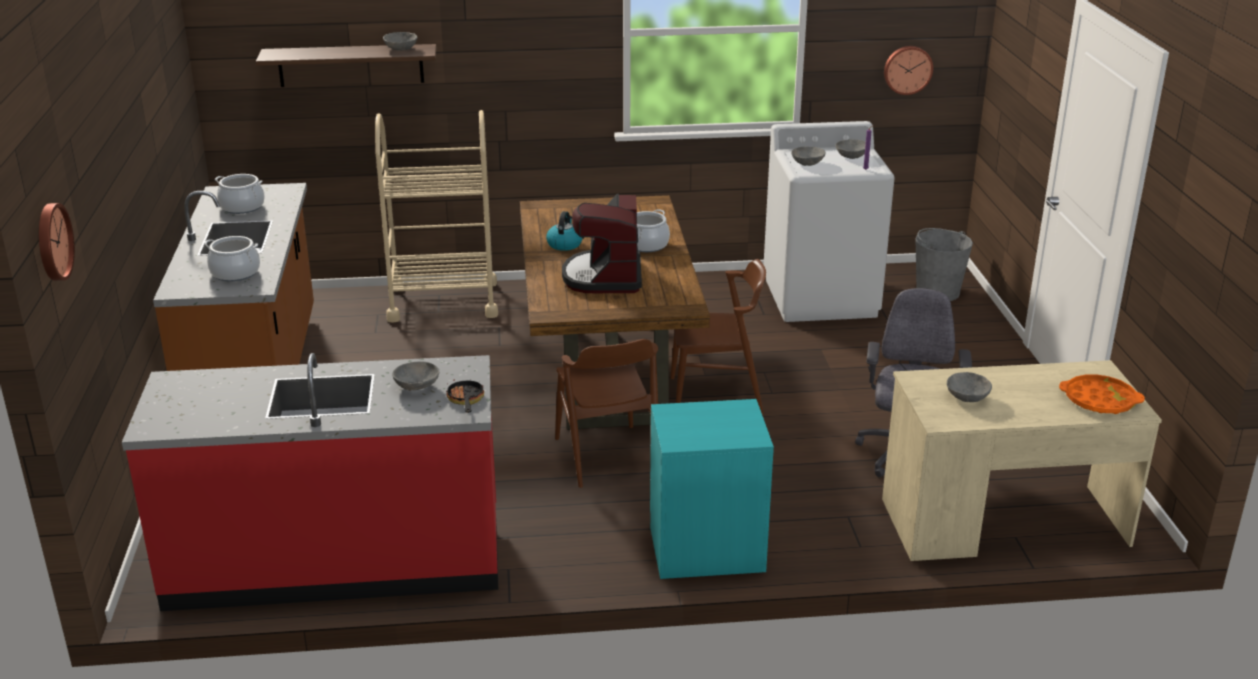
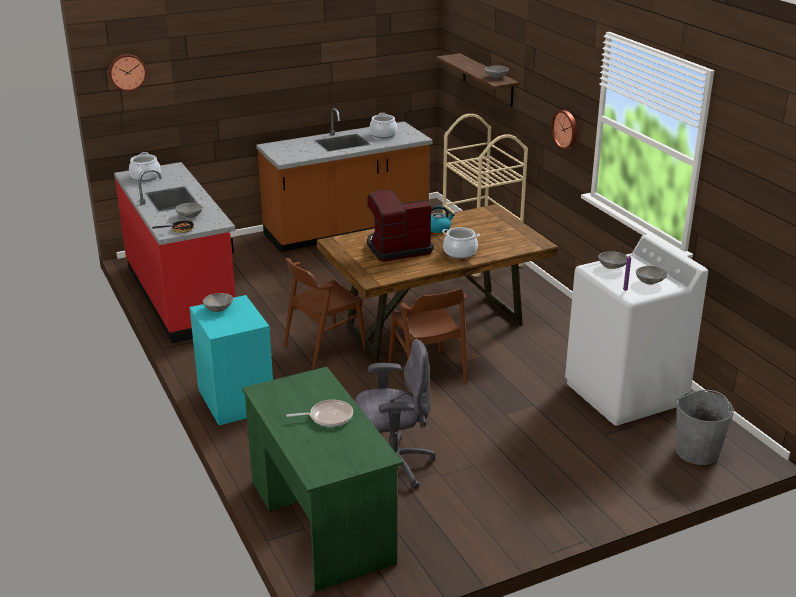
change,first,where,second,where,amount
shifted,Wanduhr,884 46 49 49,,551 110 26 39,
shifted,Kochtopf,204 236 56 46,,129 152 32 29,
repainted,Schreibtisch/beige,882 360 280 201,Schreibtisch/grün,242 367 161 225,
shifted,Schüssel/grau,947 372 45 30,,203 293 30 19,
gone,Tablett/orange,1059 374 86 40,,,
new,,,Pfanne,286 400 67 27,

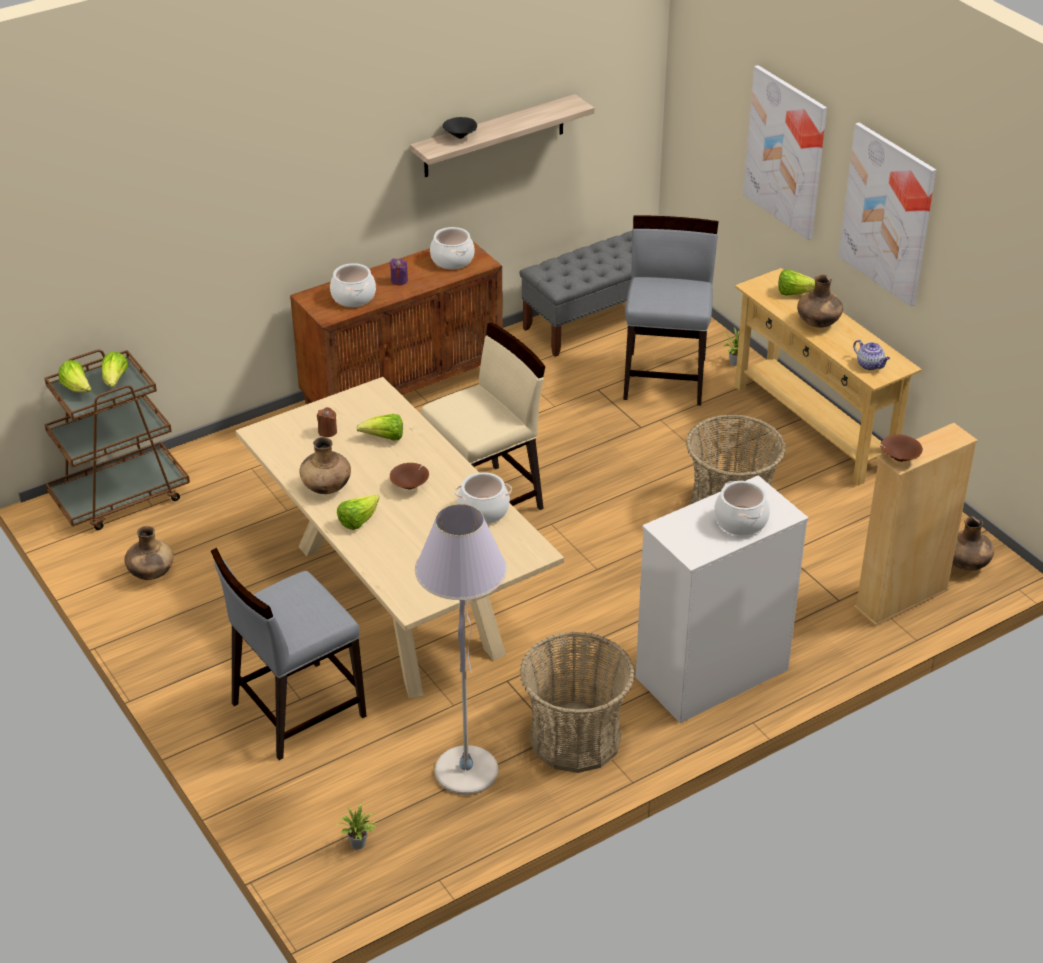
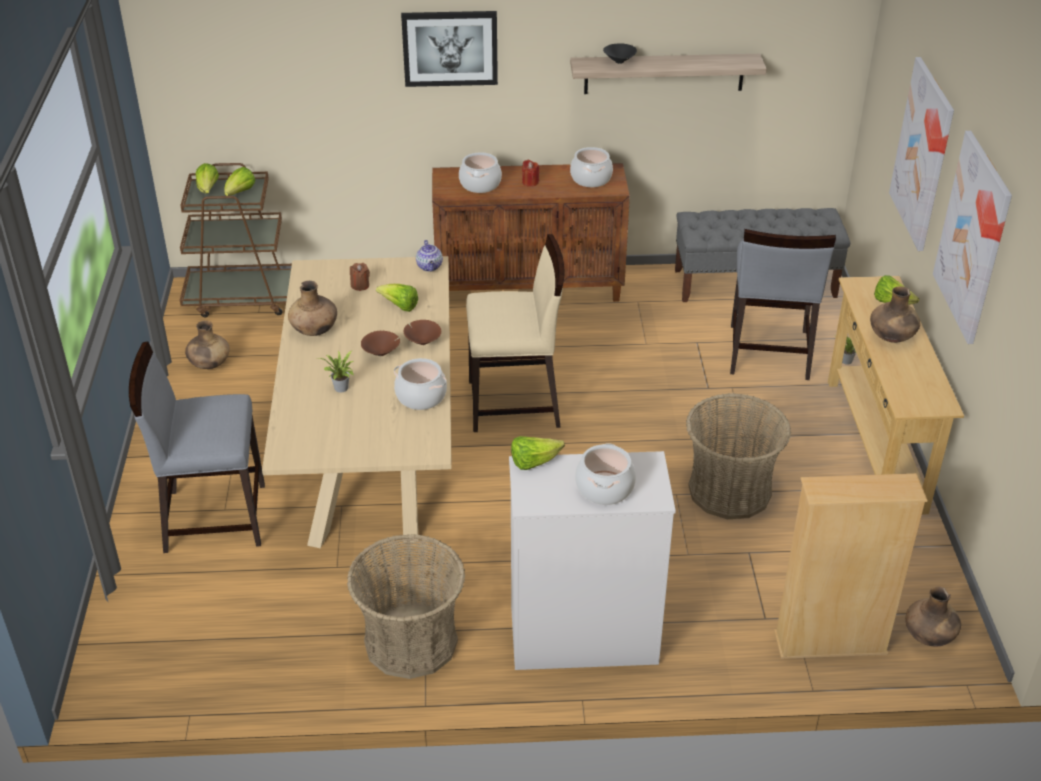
change,first,where,second,where,amount
rotated,Stuhl/grau,623 216 96 190,,730 229 106 151,150 degrees clockwise
repainted,Kerze/lila,390 258 18 28,Kerze/rot,522 160 17 27,
shifted,Teekanne,853 340 37 30,,416 240 27 32,
shifted,Schüssel/braun,880 435 43 27,,403 320 38 25,
shifted,Salatkopf,337 494 42 36,,511 436 54 34,
gone,Stehlampe/grau,415 504 92 291,,,
shifted,Topfpflanze,336 802 42 48,,319 350 35 43,
new,,,Bild,401 11 97 76,

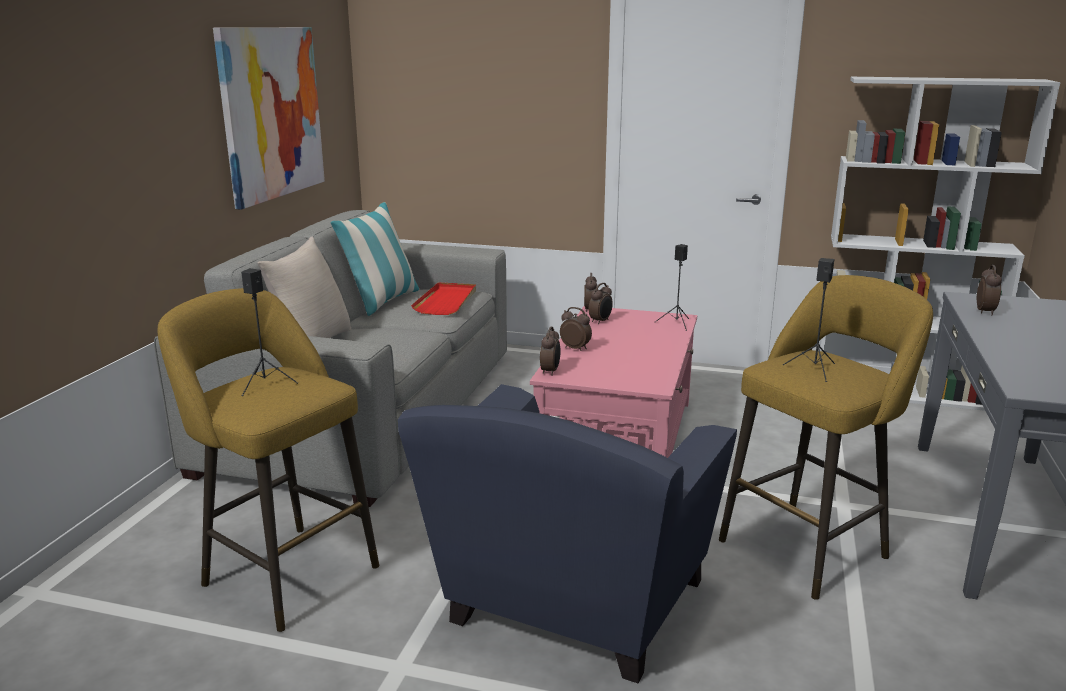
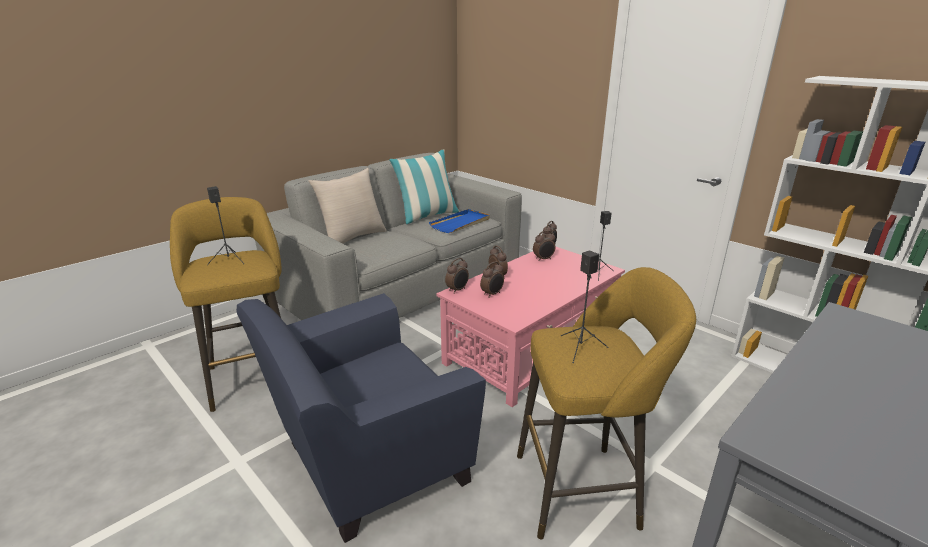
change,first,where,second,where,amount
gone,Bild,213 27 112 183,,,
shifted,Wecker,977 265 25 51,,480 262 24 36,
repainted,Tablett/rot,411 282 65 33,Tablett/blau,429 209 61 24,

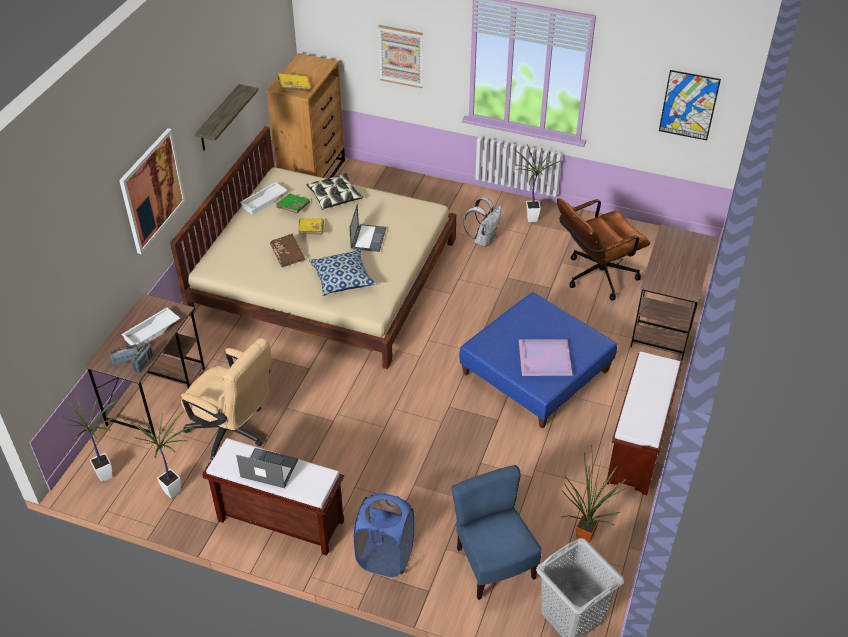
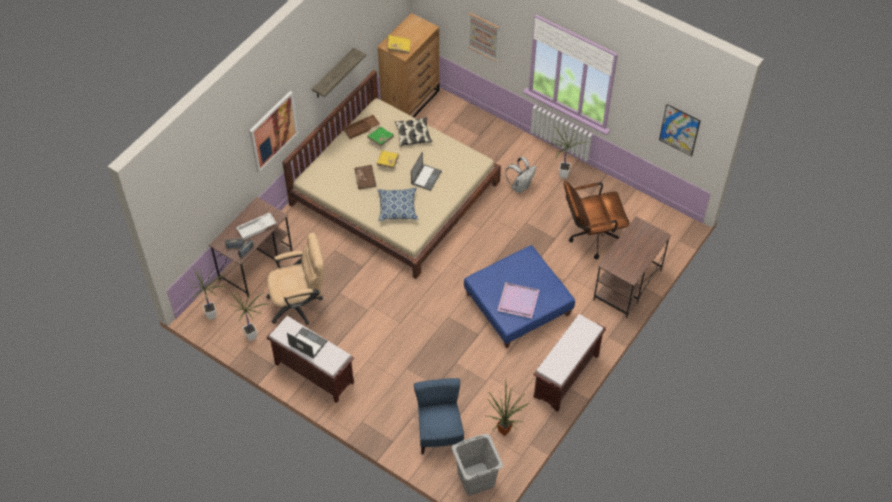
change,first,where,second,where,amount
repainted,Tablett/weiß,240 182 48 33,Tablett/braun,343 115 37 24,
rotated,Bürostuhl/beige,181 338 90 122,,266 233 59 92,60 degrees counterclockwise
gone,Wäschekorb/blau,354 493 60 84,,,

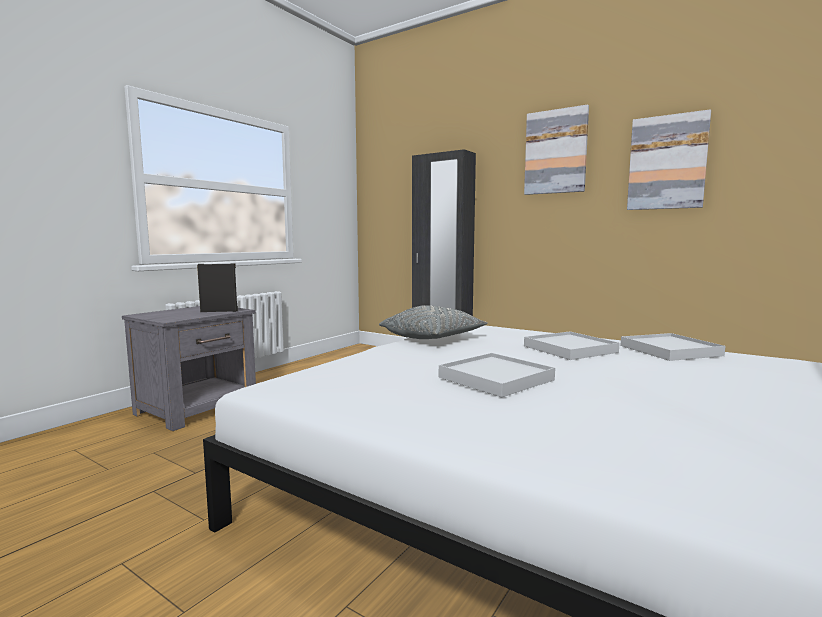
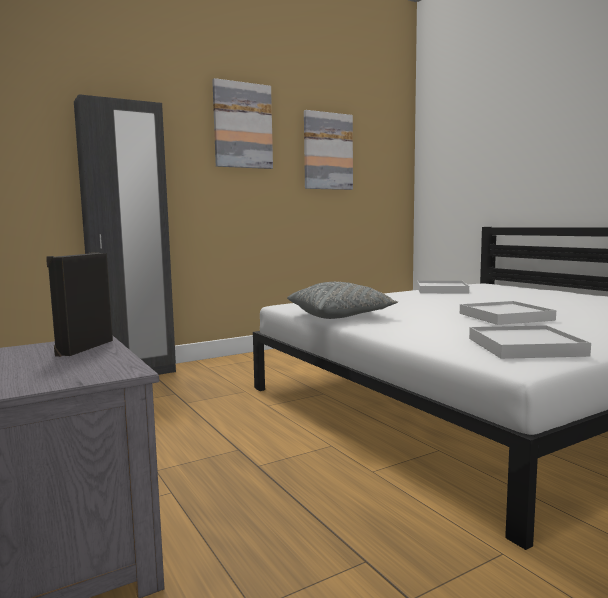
change,first,where,second,where,amount
shifted,Tablett/weiß,524 331 95 29,,469 325 122 34,

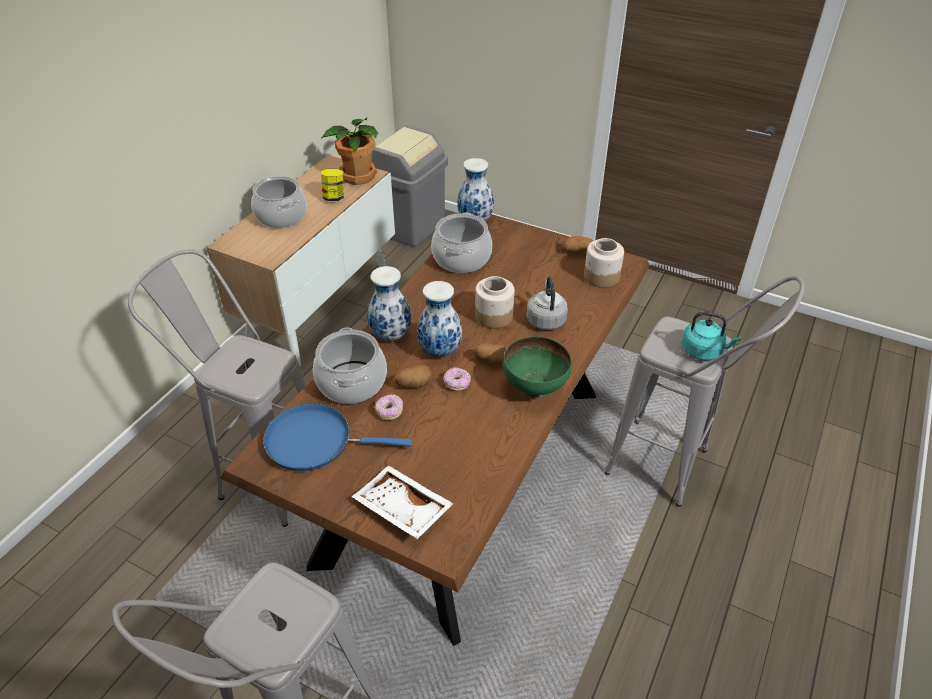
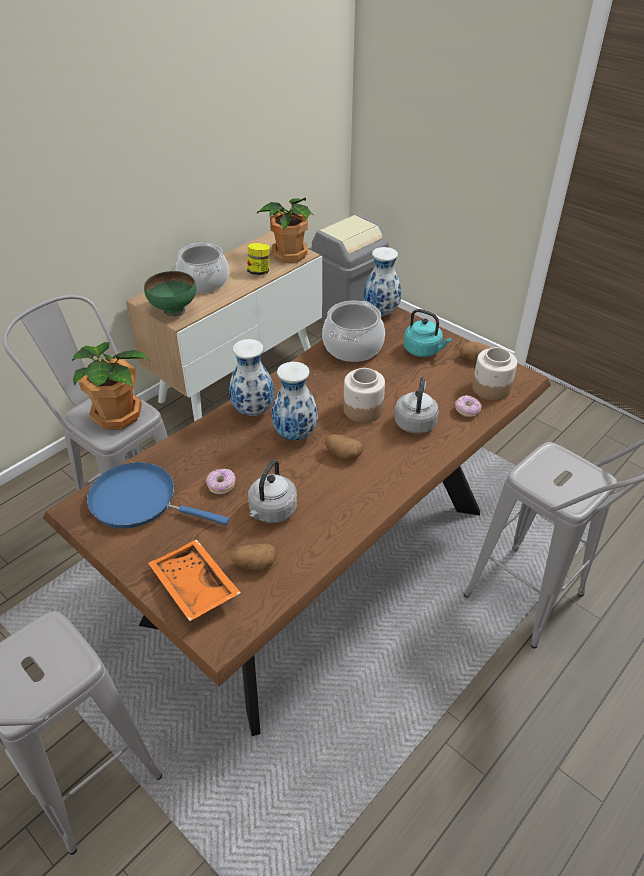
change,first,where,second,where,amount
shifted,Wasserkessel/türkis,682 312 59 48,,404 309 48 48,
gone,Kochtopf,313 328 74 76,,,
shifted,Schüssel/grün,503 336 69 62,,144 271 52 46,
shifted,Kartoffel,395 365 37 23,,231 544 46 26,
shifted,Donut,443 367 28 24,,455 395 27 22,
repainted,Tablett/weiß,352 466 102 73,Tablett/orange,148 539 93 82,
new,,,Topfpflanze,72 342 77 88,
new,,,Wasserkessel/grau,248 459 49 64,

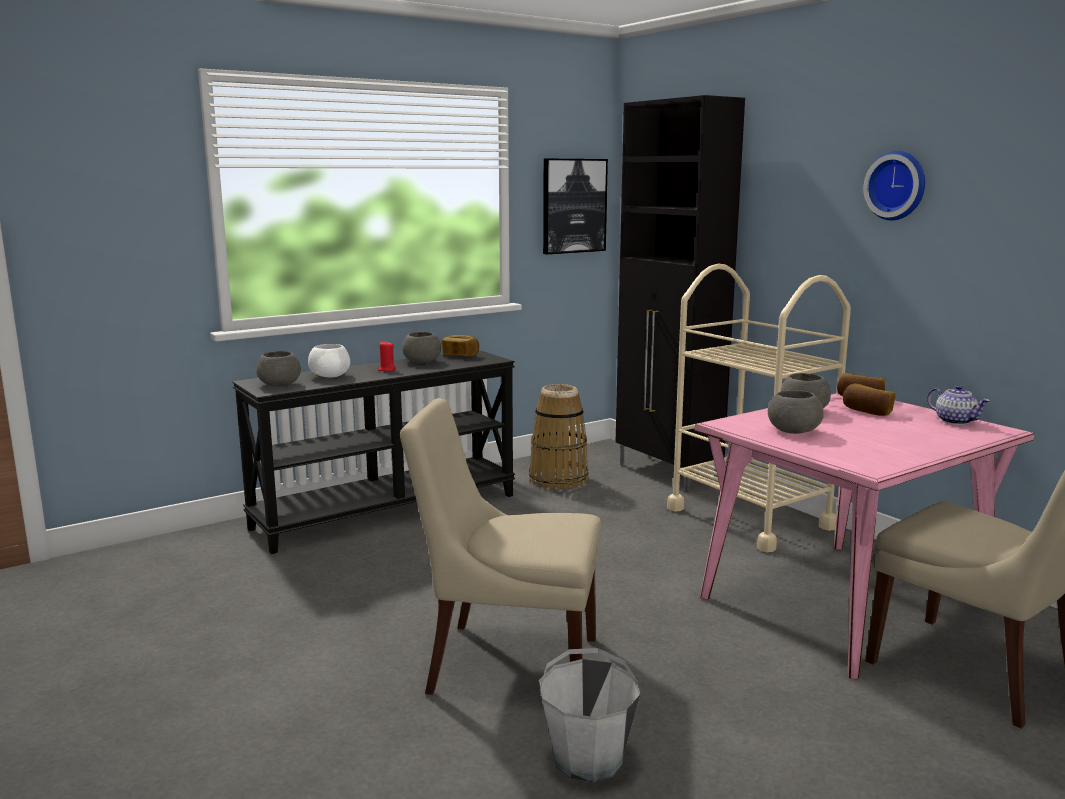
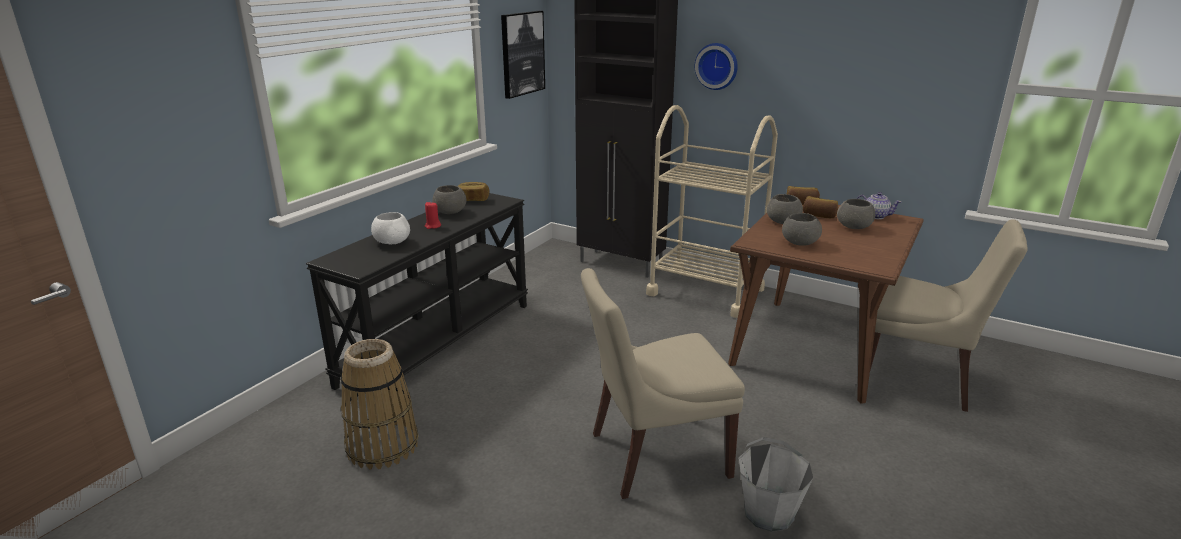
change,first,where,second,where,amount
shifted,Wanduhr,863 151 62 69,,695 43 43 47,
shifted,Schüssel/grau,256 351 45 36,,837 199 38 30,
shifted,Korb,529 384 59 106,,341 339 77 131,
repainted,Esstisch/rosa,694 393 340 286,Esstisch/braun,728 205 196 199,

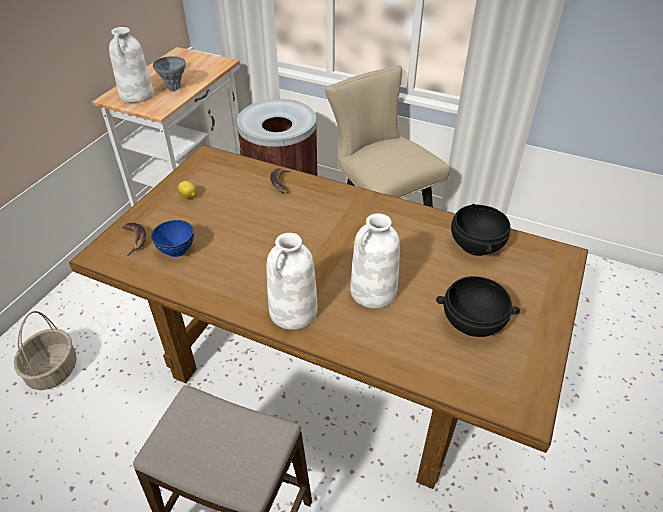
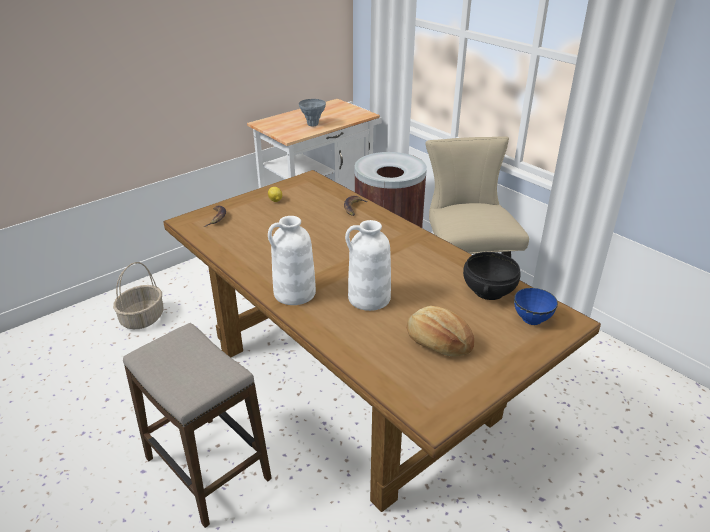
change,first,where,second,where,amount
gone,Vase/weiß,109 27 45 76,,,
shifted,Schüssel/blau,151 220 43 37,,514 288 44 37,
swapped,Schüssel/schwarz,436 276 84 61,Brot,407 306 67 50,

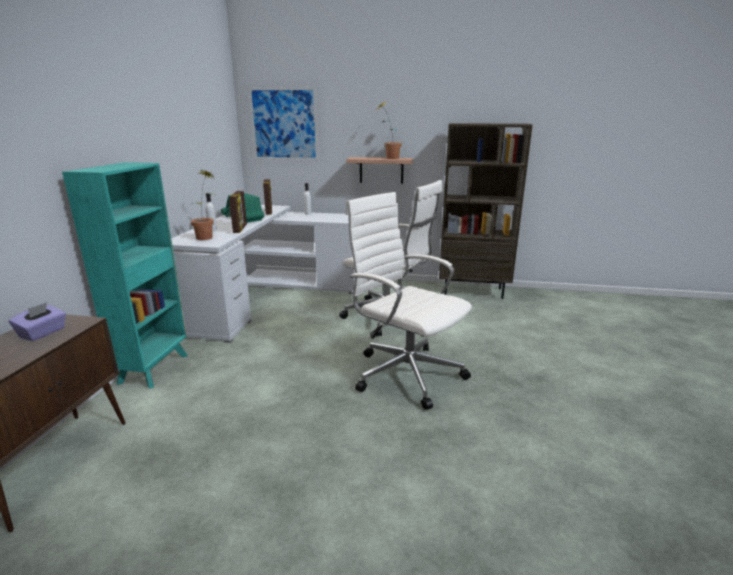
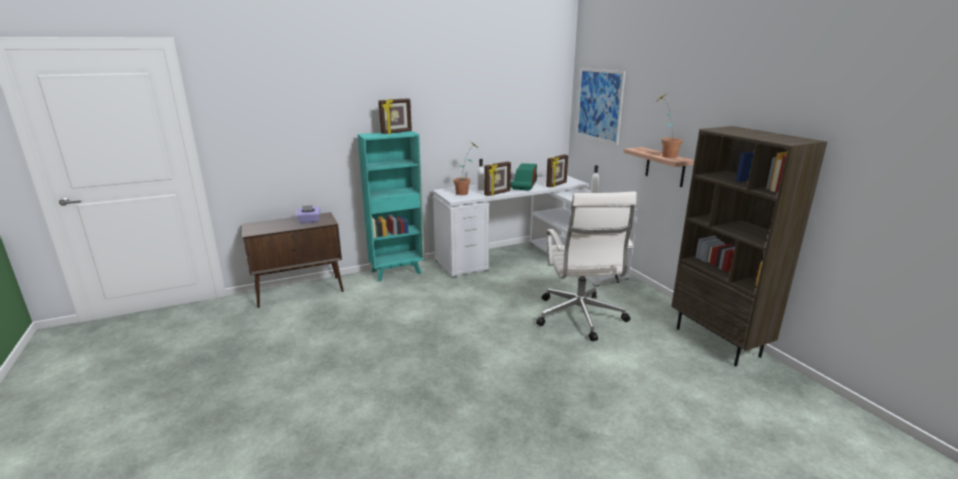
change,first,where,second,where,amount
gone,Bürostuhl/weiß,345 192 127 218,,,
new,,,Bilderrahmen,379 98 33 36,

